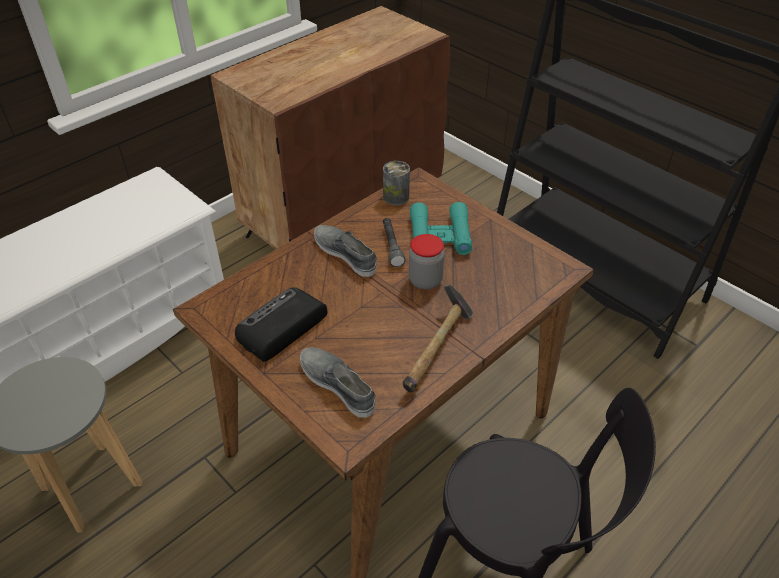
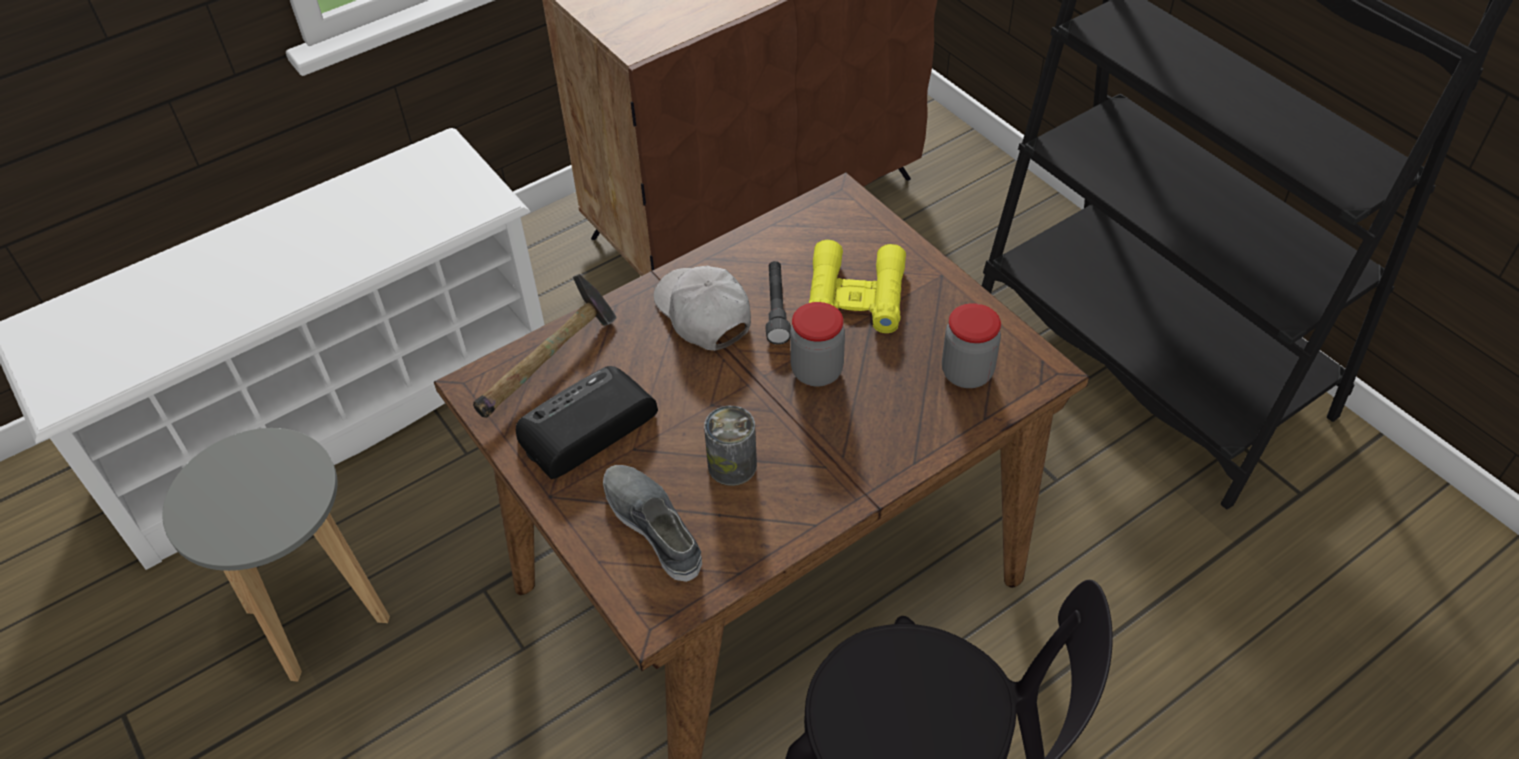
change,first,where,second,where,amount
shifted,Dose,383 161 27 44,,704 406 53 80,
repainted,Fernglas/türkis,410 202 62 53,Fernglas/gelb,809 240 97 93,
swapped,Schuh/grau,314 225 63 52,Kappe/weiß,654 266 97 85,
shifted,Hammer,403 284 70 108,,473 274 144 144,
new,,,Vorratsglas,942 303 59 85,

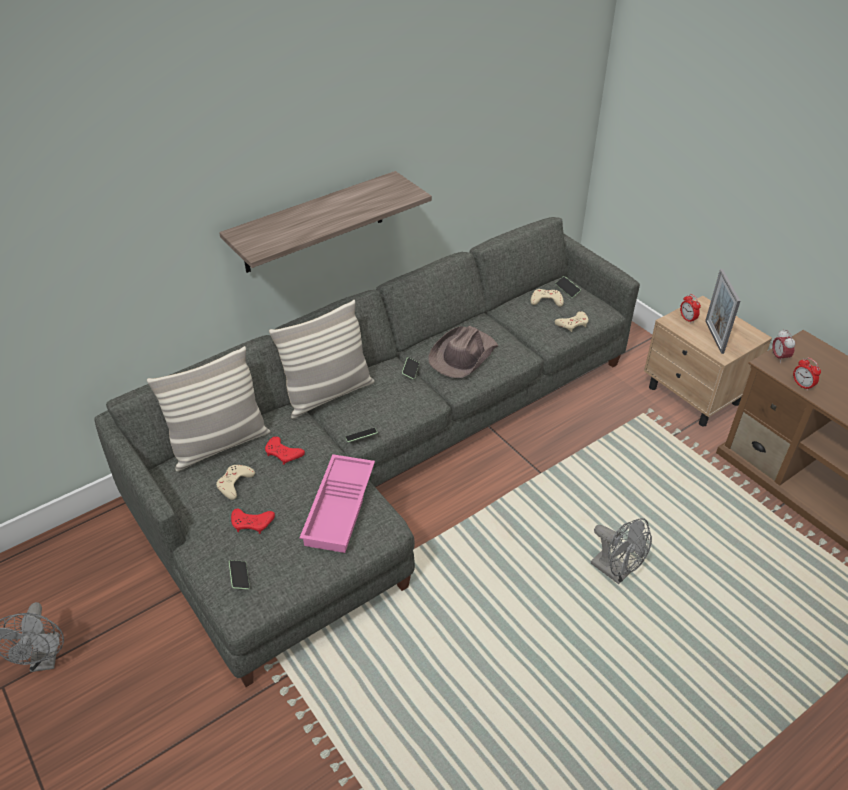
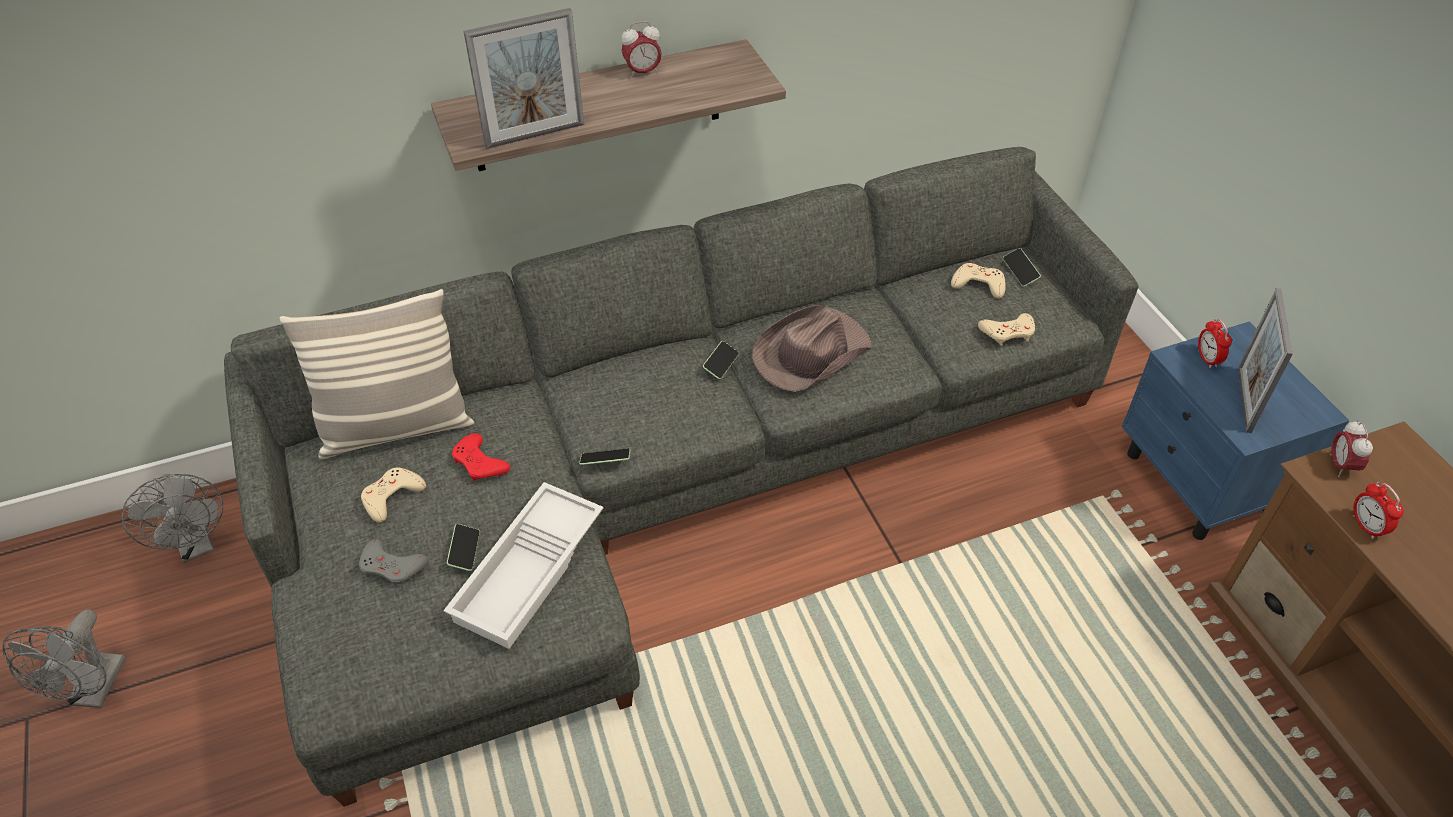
change,first,where,second,where,amount
repainted,Nachttisch/beige,644 296 128 131,Nachttisch/blau,1122 322 227 218,
gone,Kissen,269 300 105 119,,,
repainted,Tablett/rosa,300 454 75 99,Tablett/weiß,443 482 160 167,
repainted,Gamepad/rot,231 509 44 25,Gamepad/grau,359 539 69 48,
shifted,Ventilator/grau,591 518 61 66,,122 474 101 89,
shifted,Handy,229 560 21 29,,447 524 33 47,
new,,,Bilderrahmen,463 8 121 141,
new,,,Wecker,621 21 41 57,

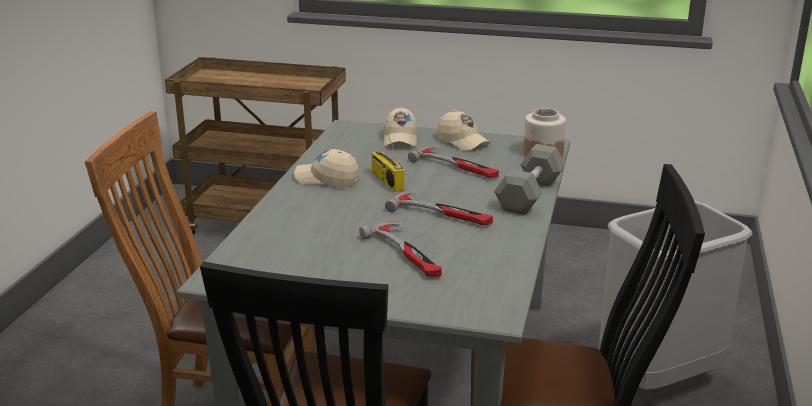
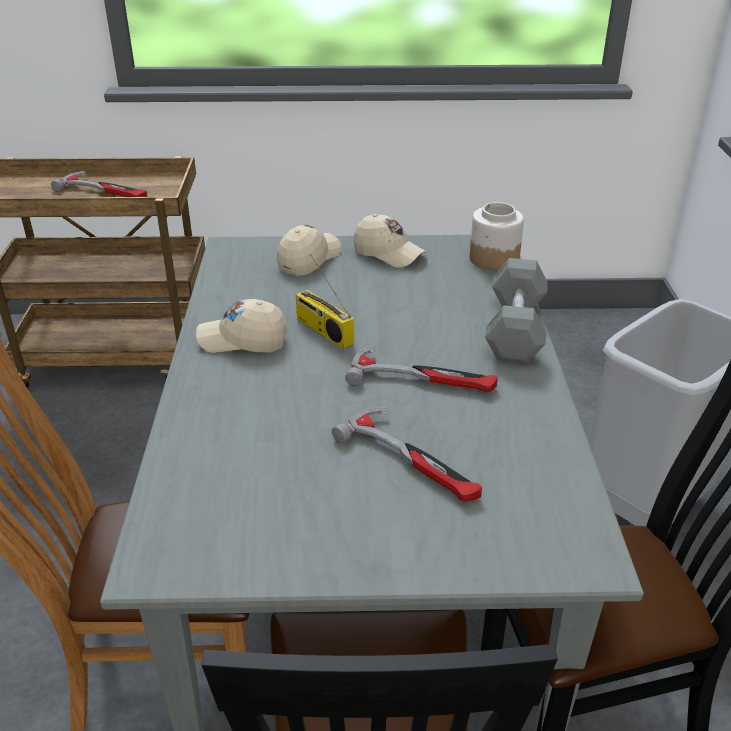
change,first,where,second,where,amount
rotated,Kappe/beige,384 107 34 39,,277 225 64 51,135 degrees counterclockwise
shifted,Hammer,408 146 91 32,,51 171 96 26,

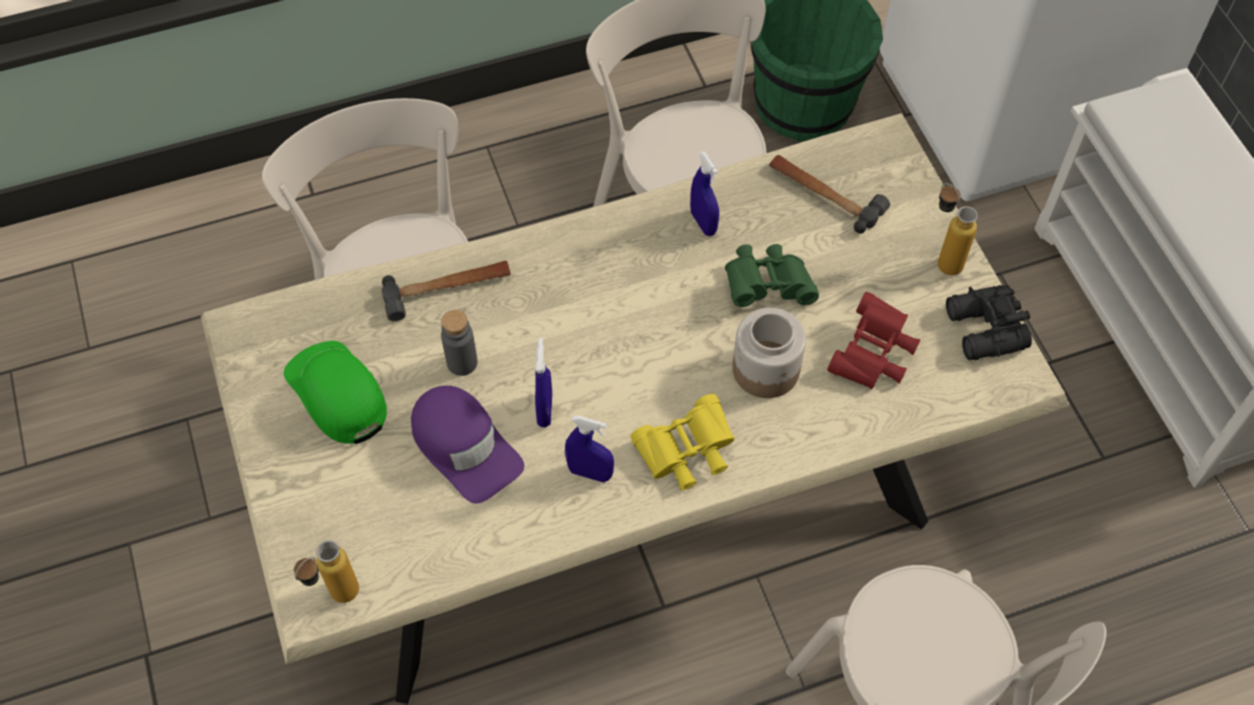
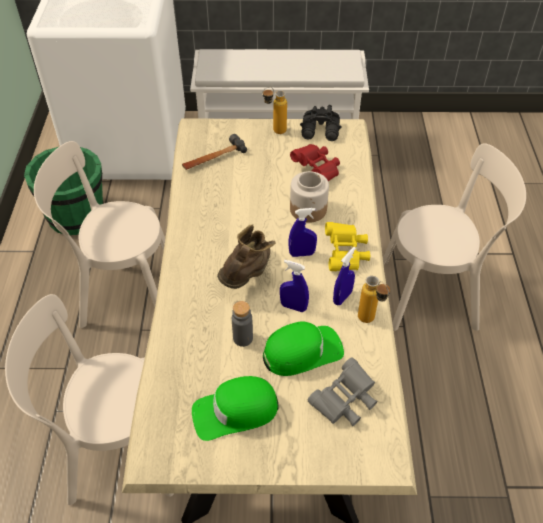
change,first,where,second,where,amount
shifted,Sprühflasche/blau,690 151 29 85,,288 208 29 49,
gone,Fernglas/grün,725 244 94 63,,,
gone,Hammer,382 261 129 60,,,
repainted,Kappe/lila,411 386 113 118,Kappe/grün,263 321 81 55,
shifted,Flasche,294 540 65 63,,358 276 32 47,
new,,,Stiefel/braun,217 224 59 65,
new,,,Fernglas/grau,308 357 69 69,

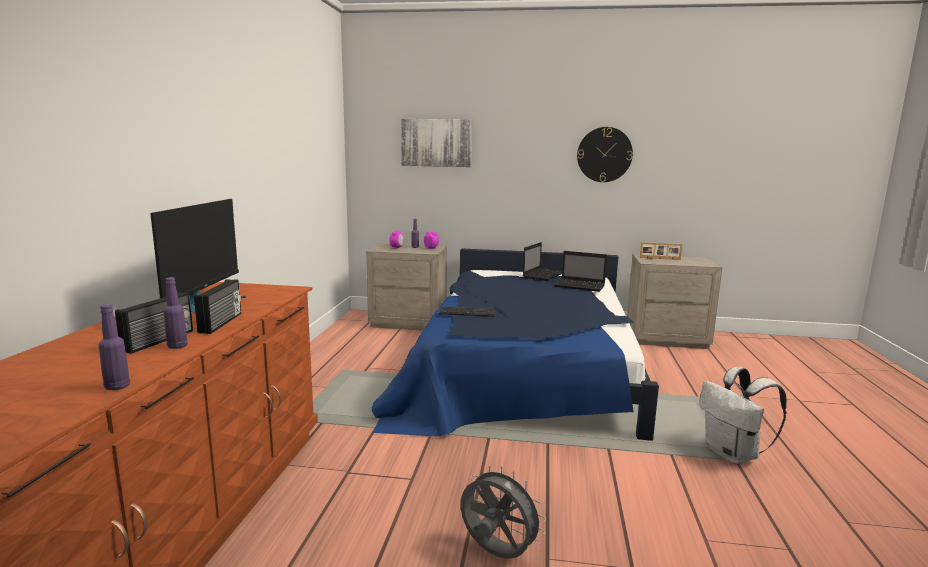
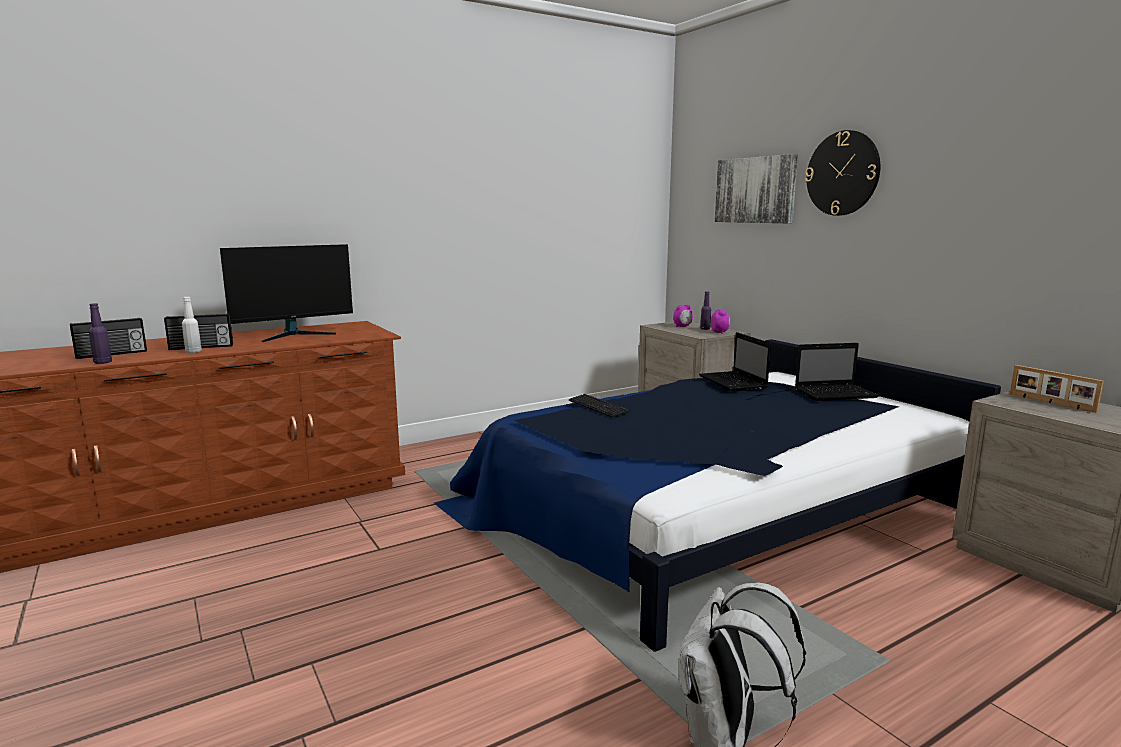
change,first,where,second,where,amount
shifted,Wanduhr,577 127 56 55,,805 130 75 86,
shifted,Laptop,555 251 52 41,,699 332 72 60,
repainted,Flasche/lila,163 277 25 72,Flasche/weiß,182 297 20 56,
shifted,Radio,194 280 47 54,,70 318 77 41,
gone,Ventilator/grau,461 465 85 94,,,

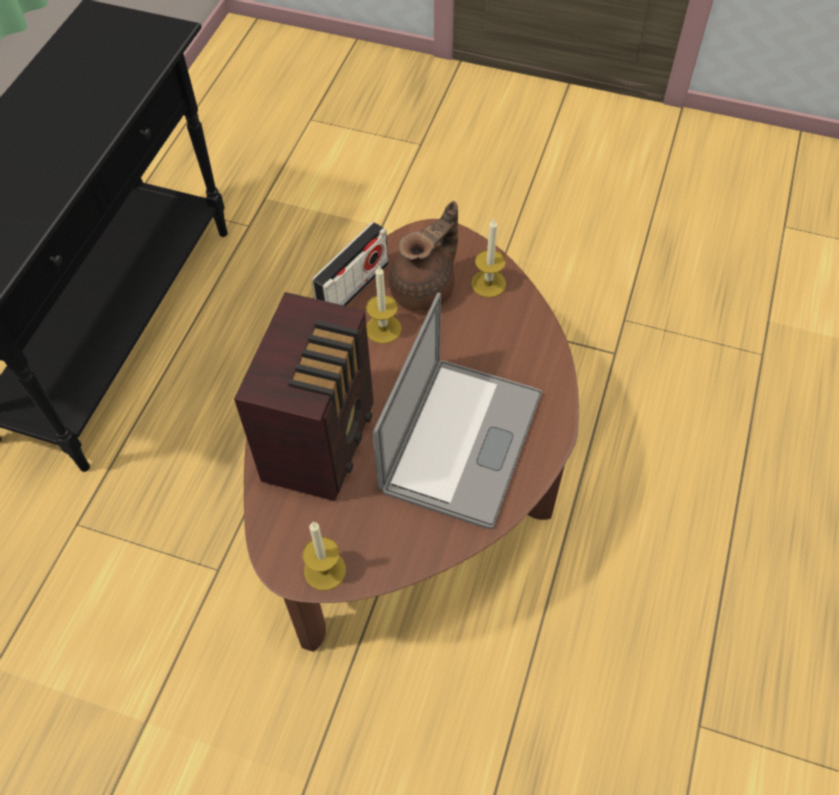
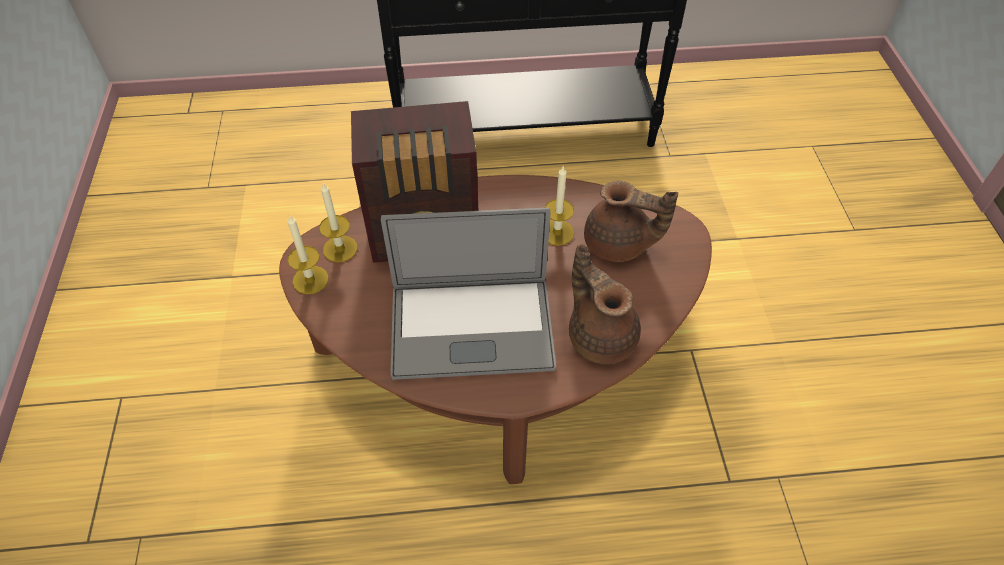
change,first,where,second,where,amount
shifted,Kerze,471 219 35 79,,319 183 39 79,
gone,Radio,312 222 76 84,,,
new,,,Teekanne/braun,569 244 72 120,

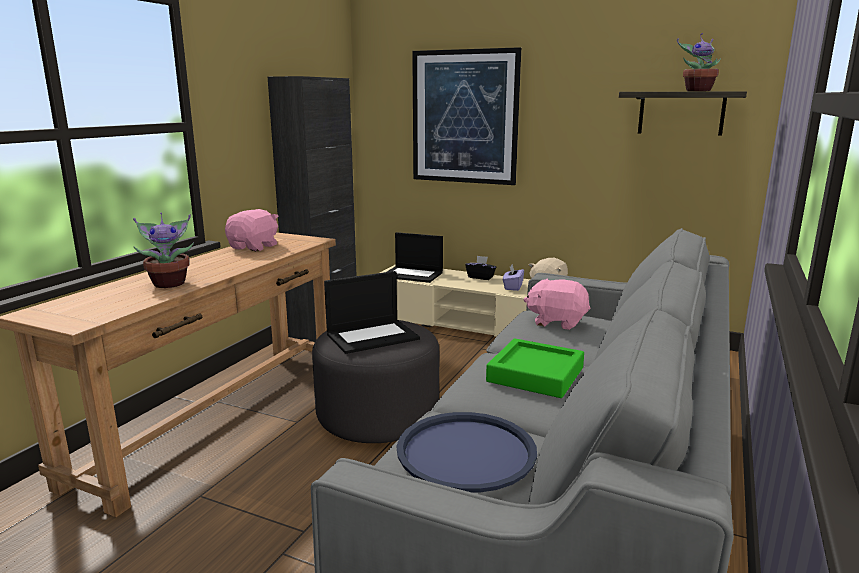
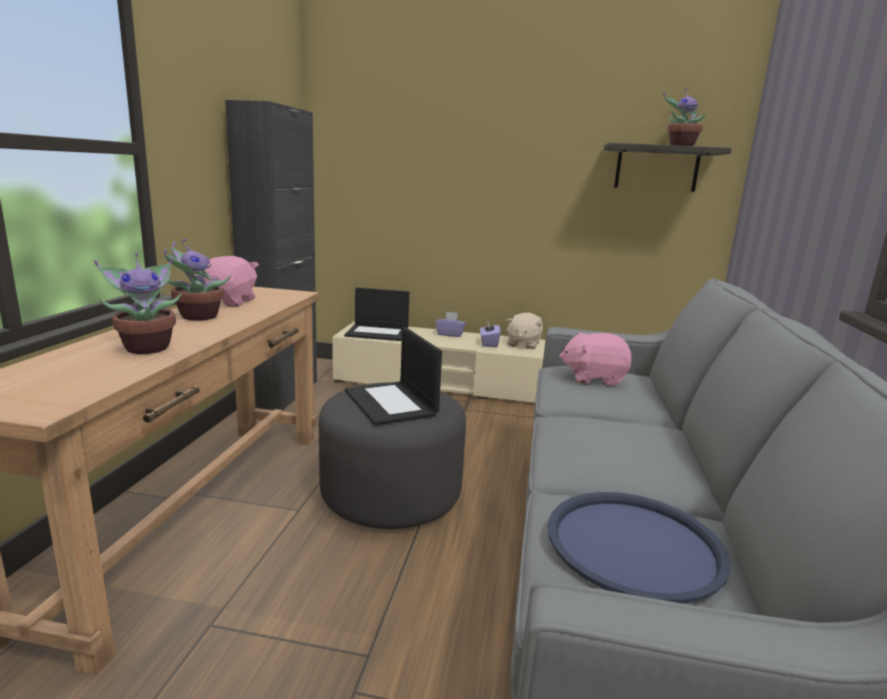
change,first,where,second,where,amount
gone,Bild,412 47 109 138,,,
repainted,Taschentuchbox/schwarz,465 256 31 24,Taschentuchbox/lila,435 312 31 25,
rotated,Laptop,324 271 96 83,,345 327 97 99,105 degrees clockwise
gone,Tablett/grün,486 338 98 60,,,
new,,,Topfpflanze,164 239 67 82,

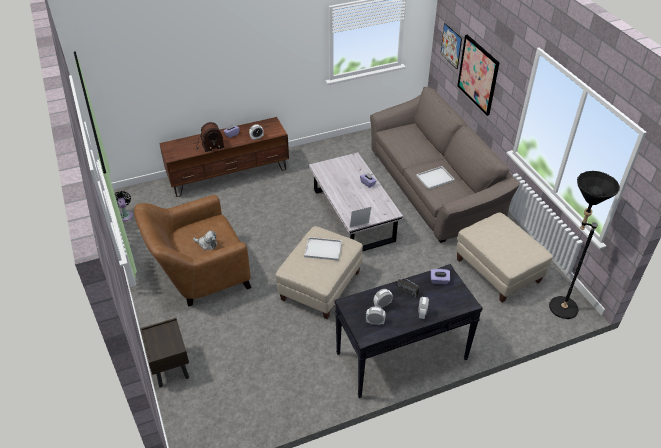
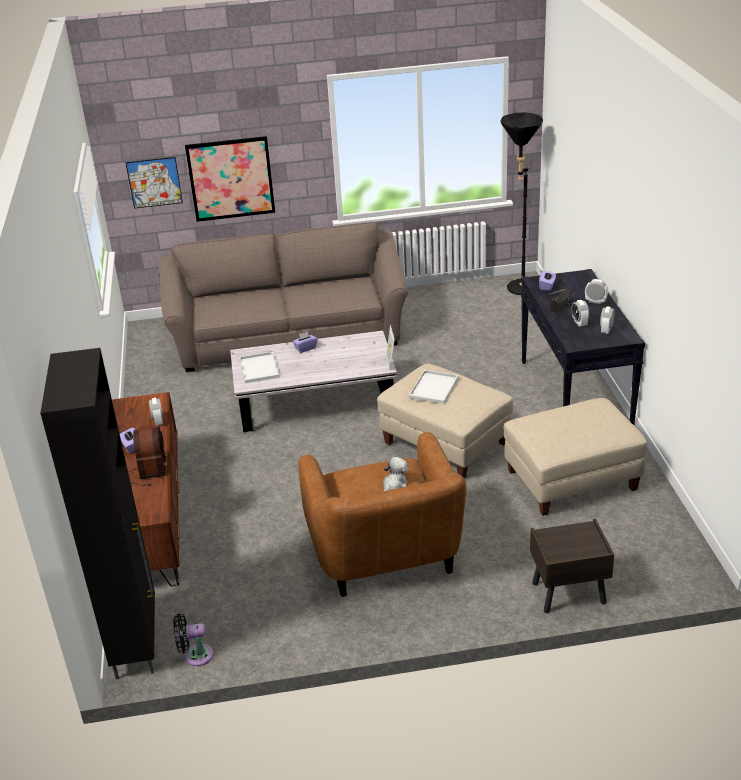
change,first,where,second,where,amount
shifted,Tablett/weiß,416 166 39 24,,239 351 41 32,
shifted,Polsterhocker/beige,456 212 97 90,,504 398 143 118,
new,,,Schrank/schwarz,40 348 115 331,

